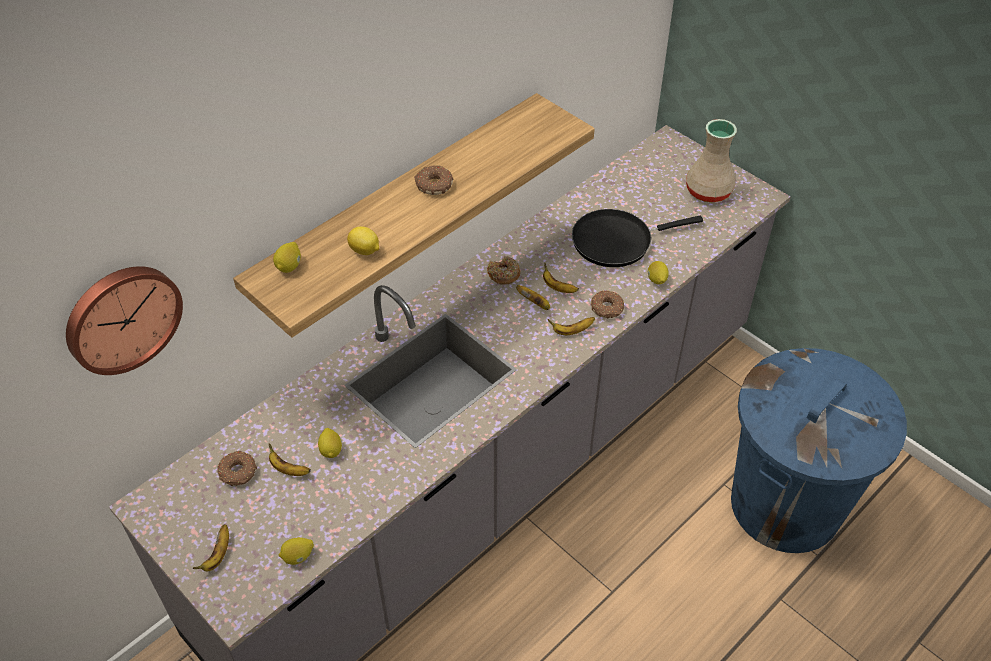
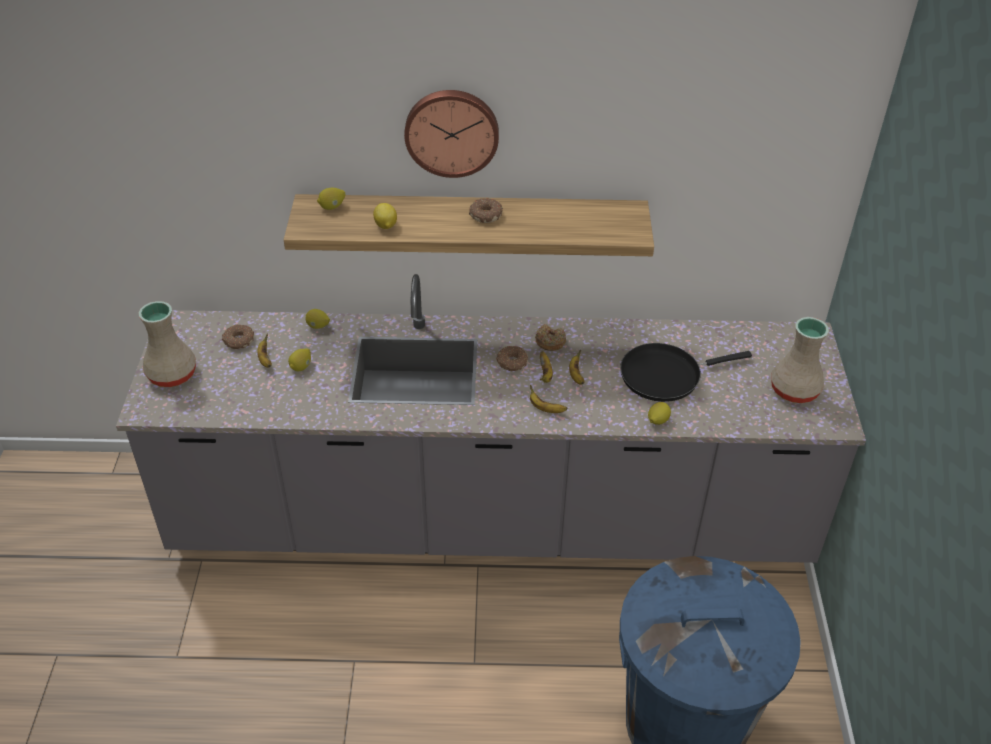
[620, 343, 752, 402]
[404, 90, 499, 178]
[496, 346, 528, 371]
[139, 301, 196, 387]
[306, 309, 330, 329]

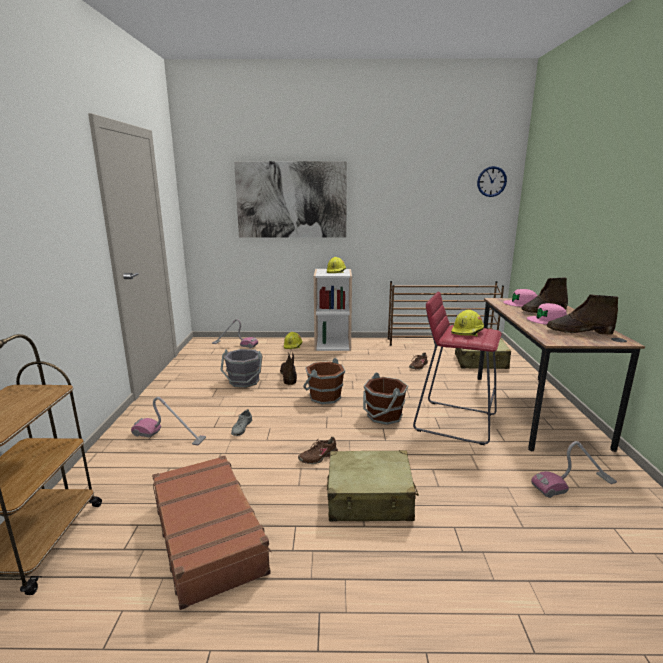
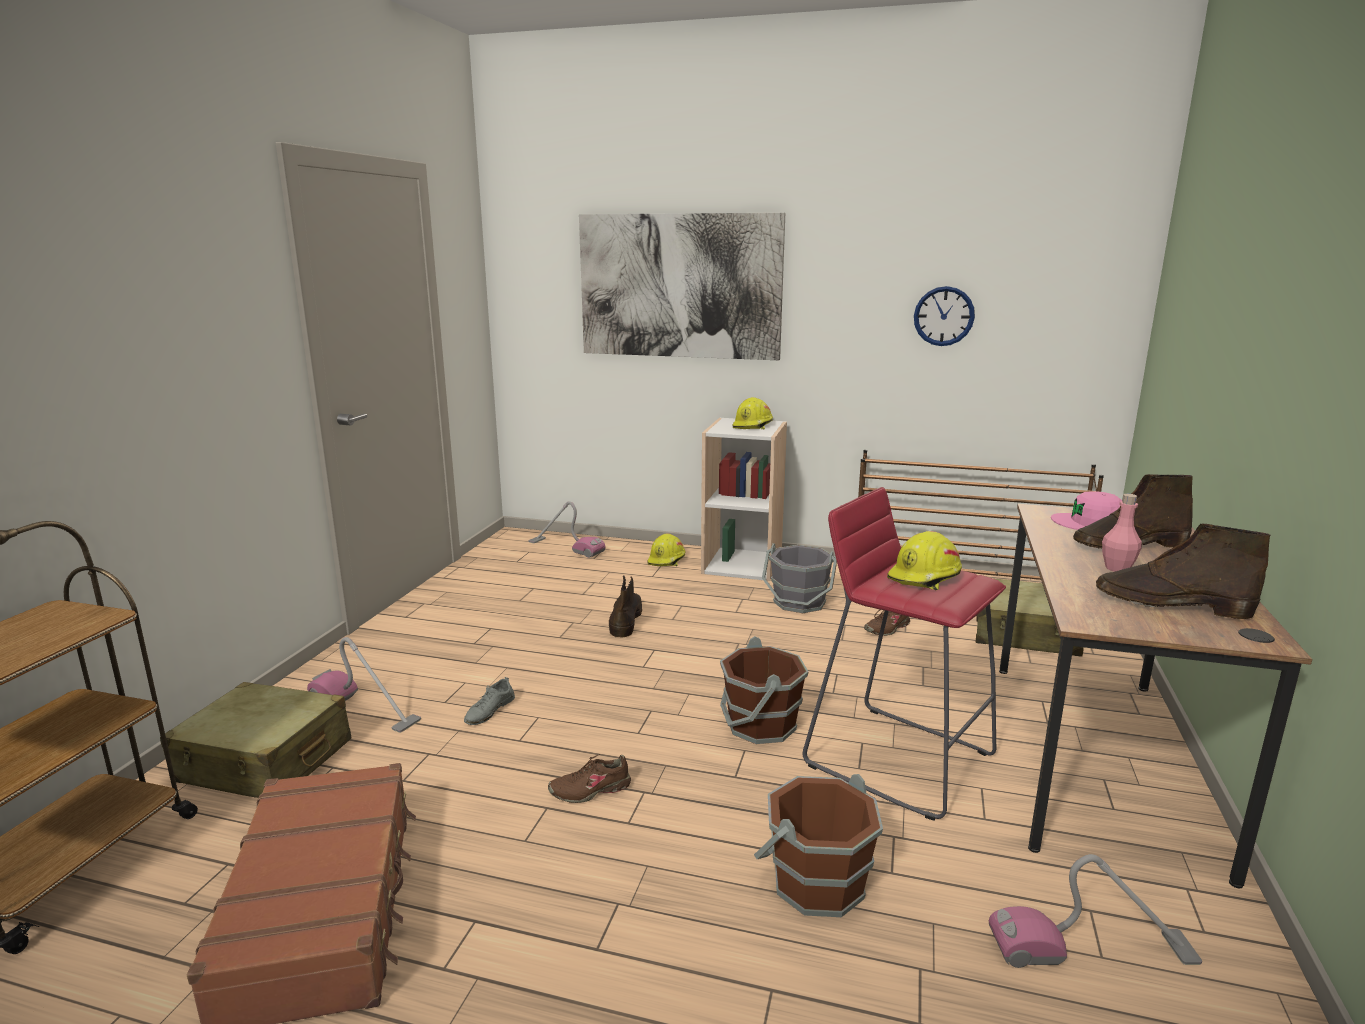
[914, 286, 975, 346]
[1102, 494, 1142, 572]
[762, 543, 837, 613]
[754, 774, 883, 917]
[160, 682, 351, 798]

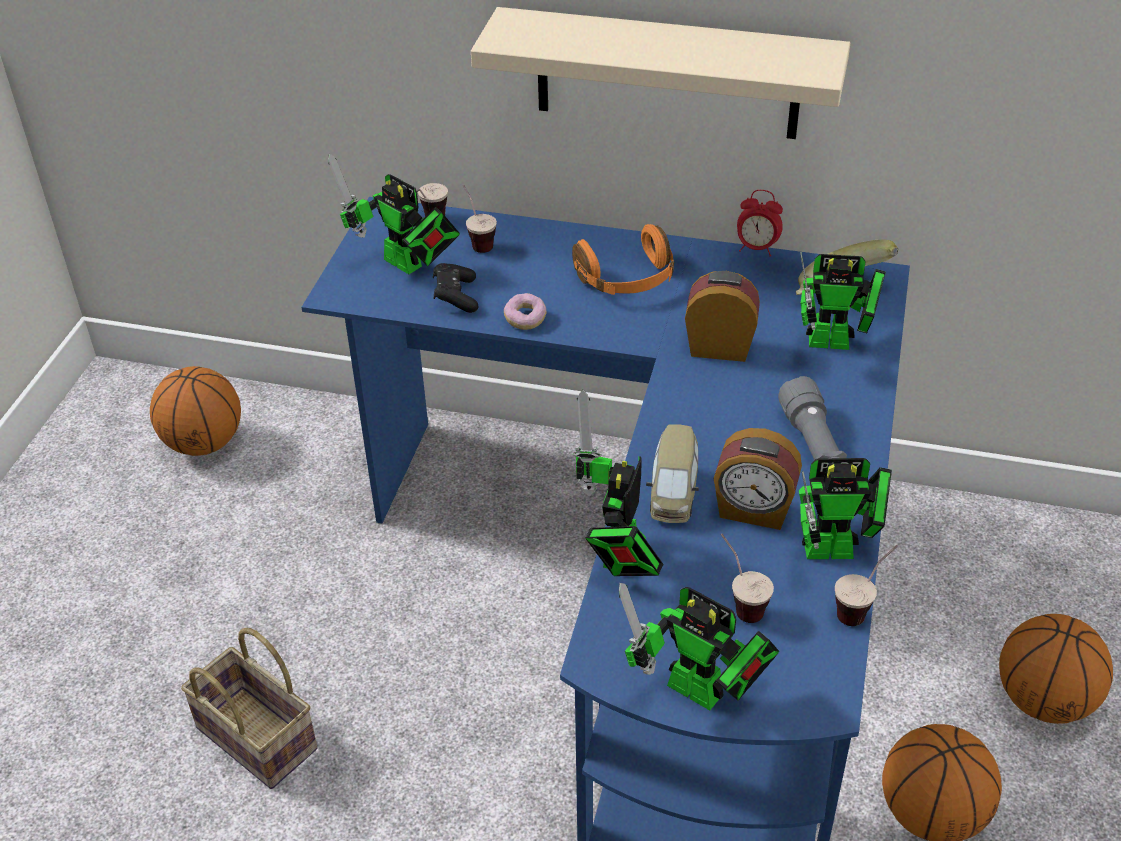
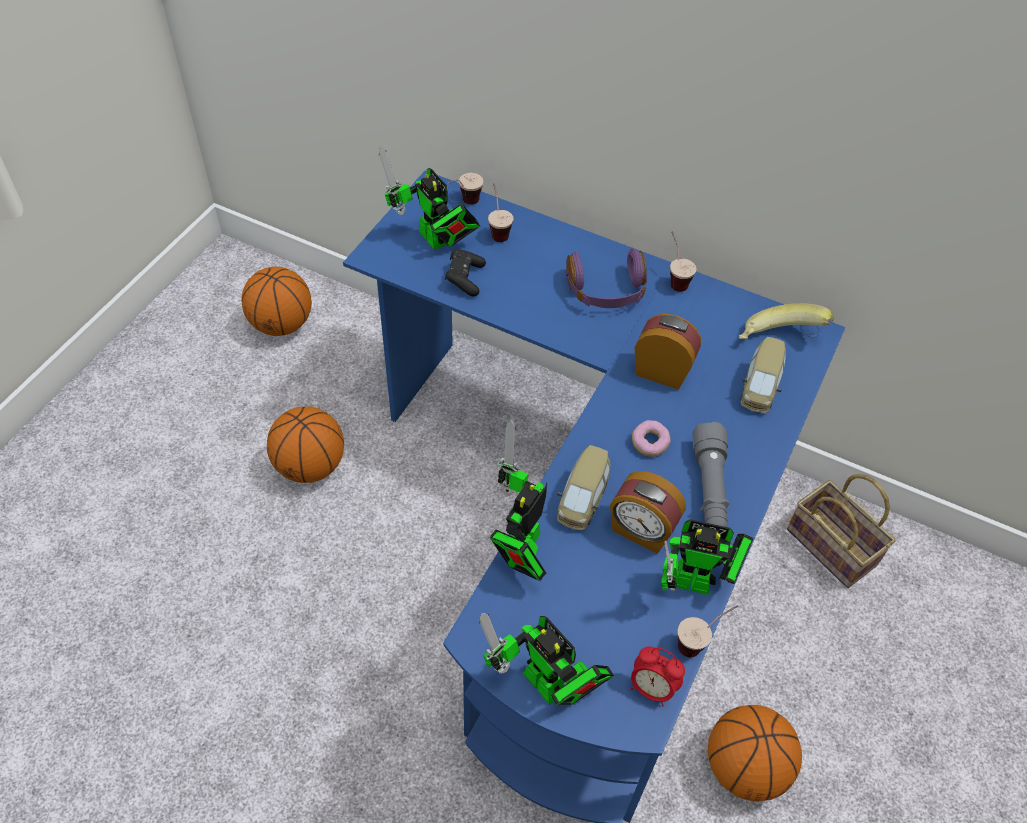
[471, 7, 850, 139] (first image)
[631, 647, 685, 707]
[566, 248, 647, 308]
[740, 337, 786, 413]
[632, 420, 671, 457]
[670, 231, 697, 292]
[267, 406, 344, 483]
[787, 474, 895, 588]

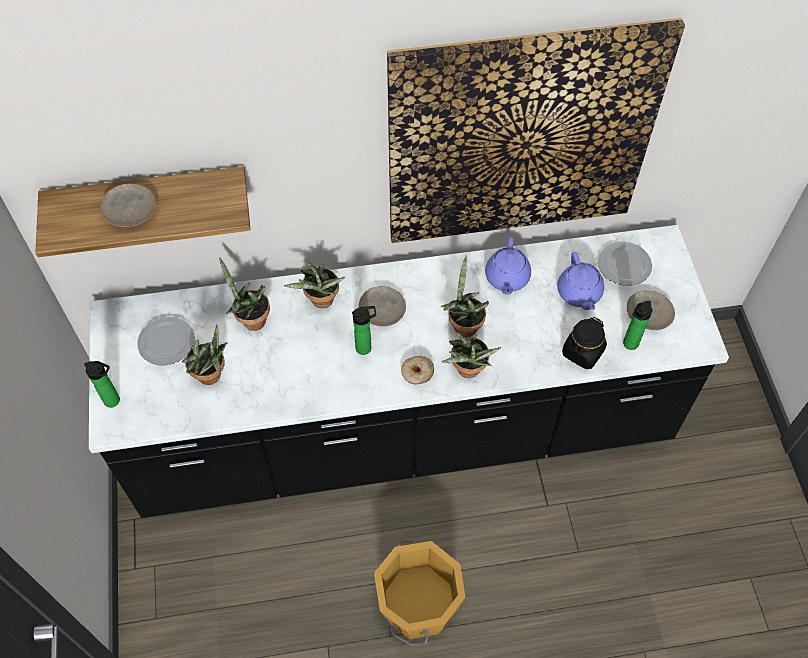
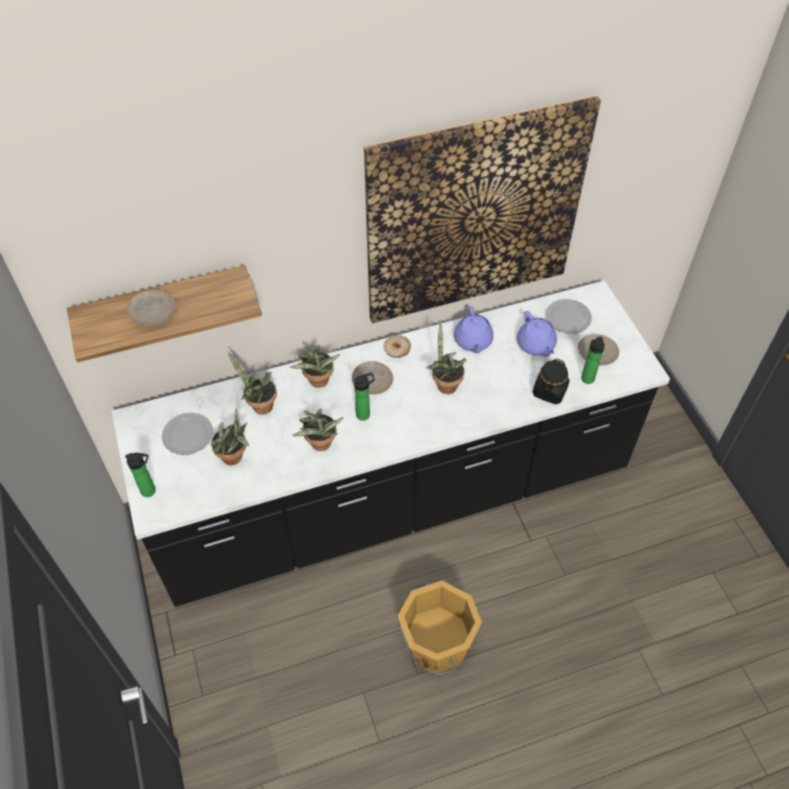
[292, 409, 344, 451]
[384, 335, 411, 358]

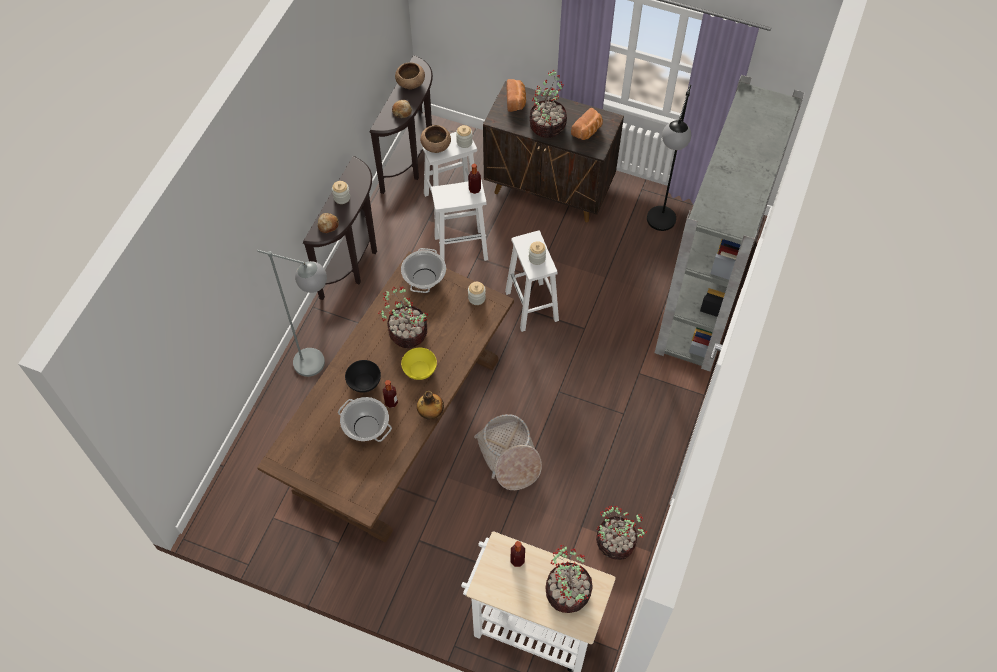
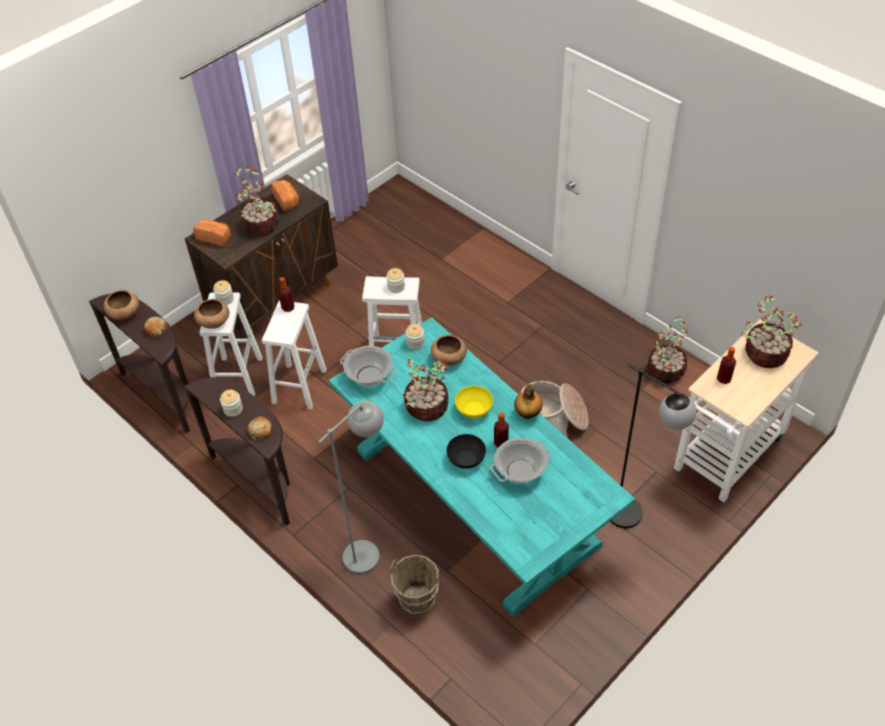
[655, 75, 805, 372] (first image)
[610, 364, 697, 528]
[329, 317, 635, 617]
[431, 335, 467, 366]
[390, 555, 439, 615]

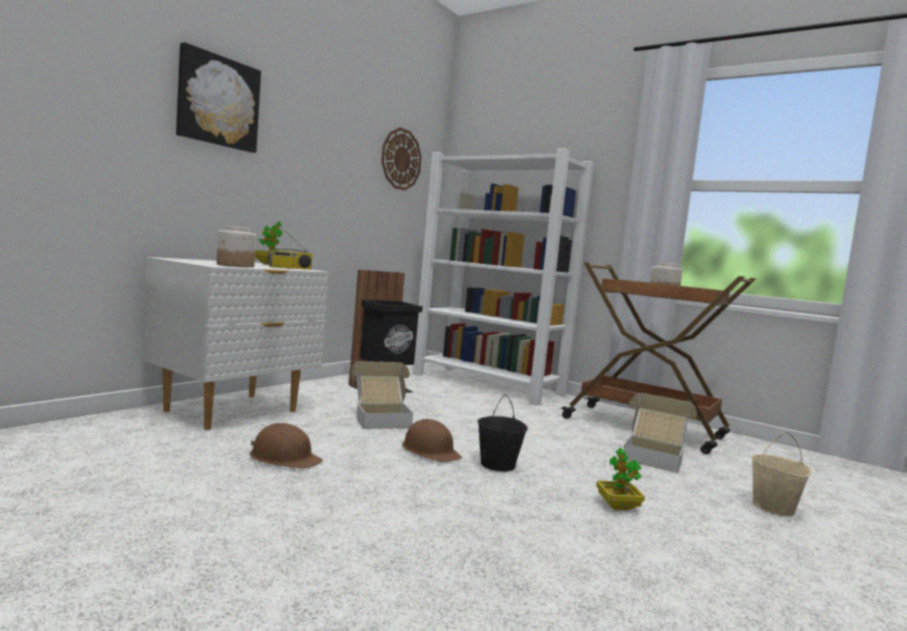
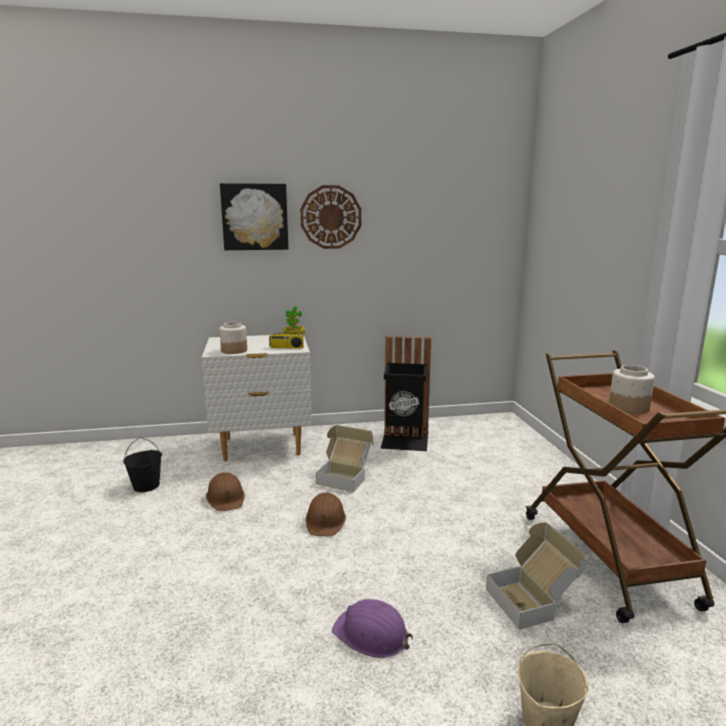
[300, 185, 361, 249]
[412, 148, 594, 405] (first image)
[123, 437, 162, 492]
[332, 599, 414, 658]

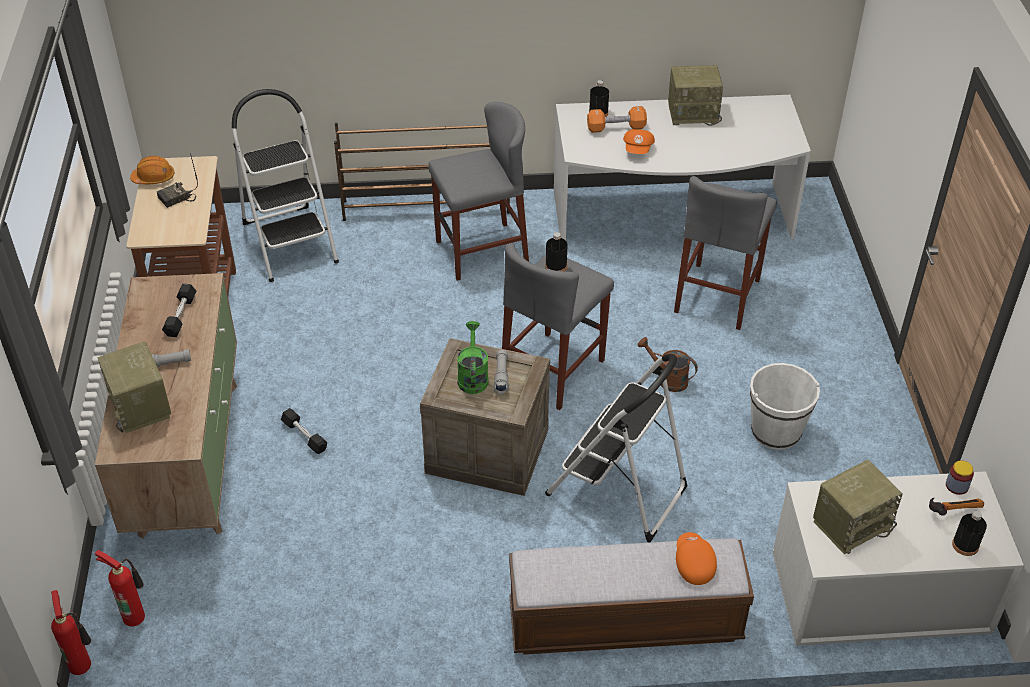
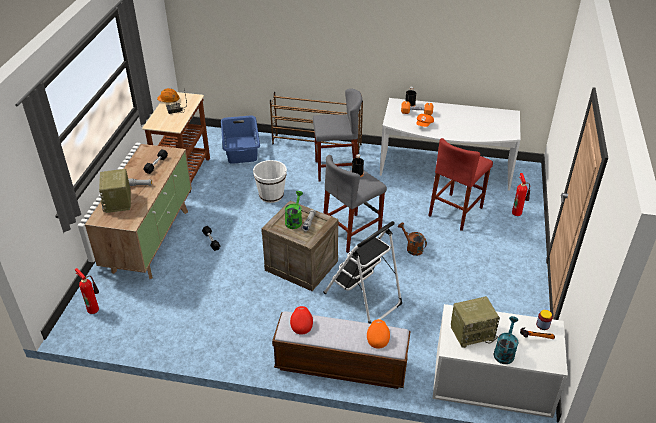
[668, 65, 723, 126] (first image)
[221, 116, 260, 164]
[428, 138, 493, 231]
[253, 160, 287, 203]
[952, 511, 987, 556] (first image)
[512, 173, 530, 216]
[290, 306, 313, 335]
[493, 316, 519, 364]

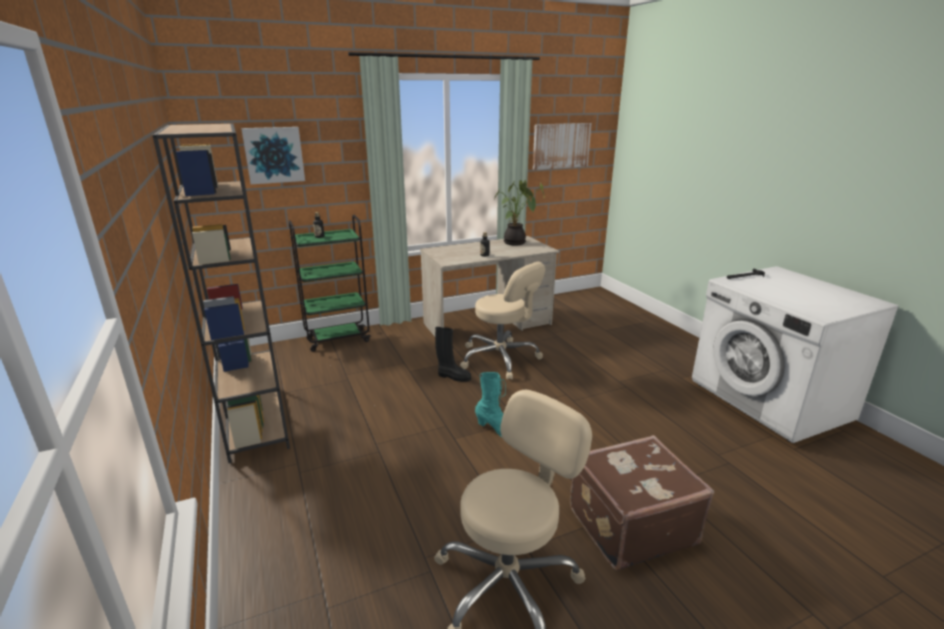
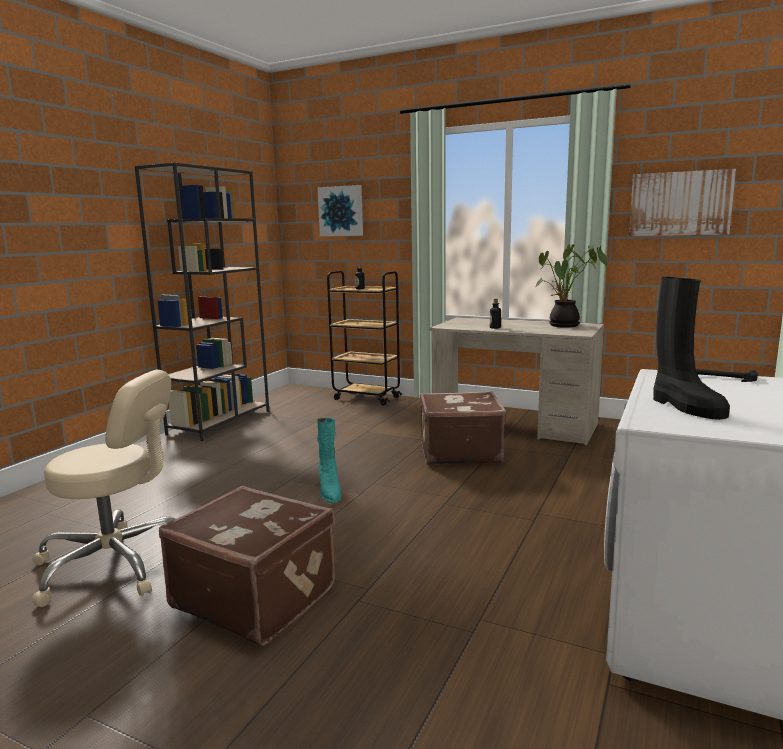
[327, 271, 402, 406]
[420, 391, 506, 465]
[653, 277, 730, 420]

